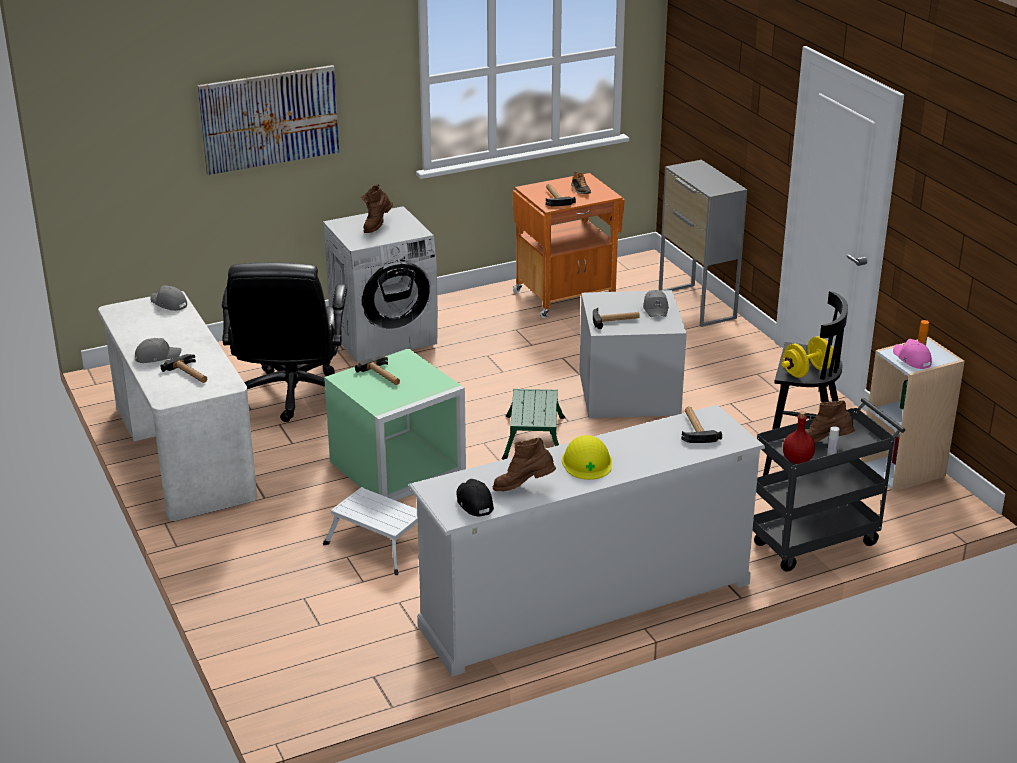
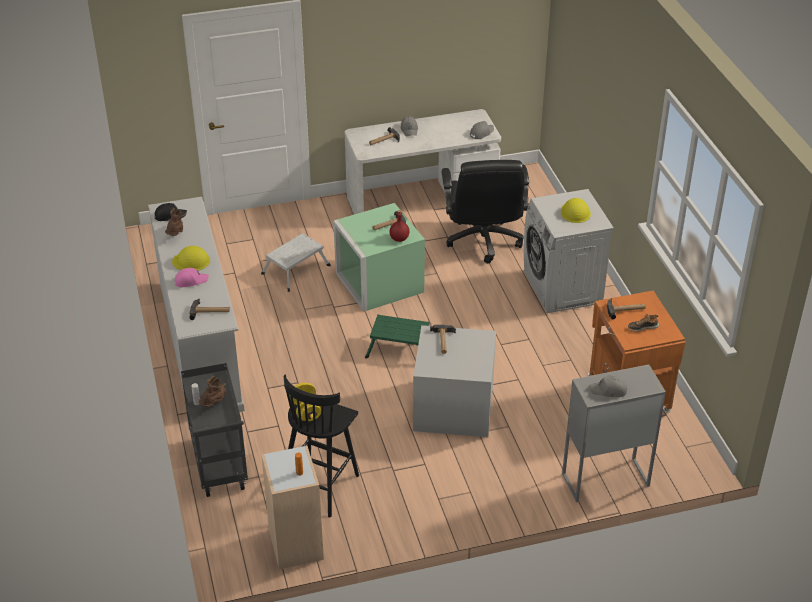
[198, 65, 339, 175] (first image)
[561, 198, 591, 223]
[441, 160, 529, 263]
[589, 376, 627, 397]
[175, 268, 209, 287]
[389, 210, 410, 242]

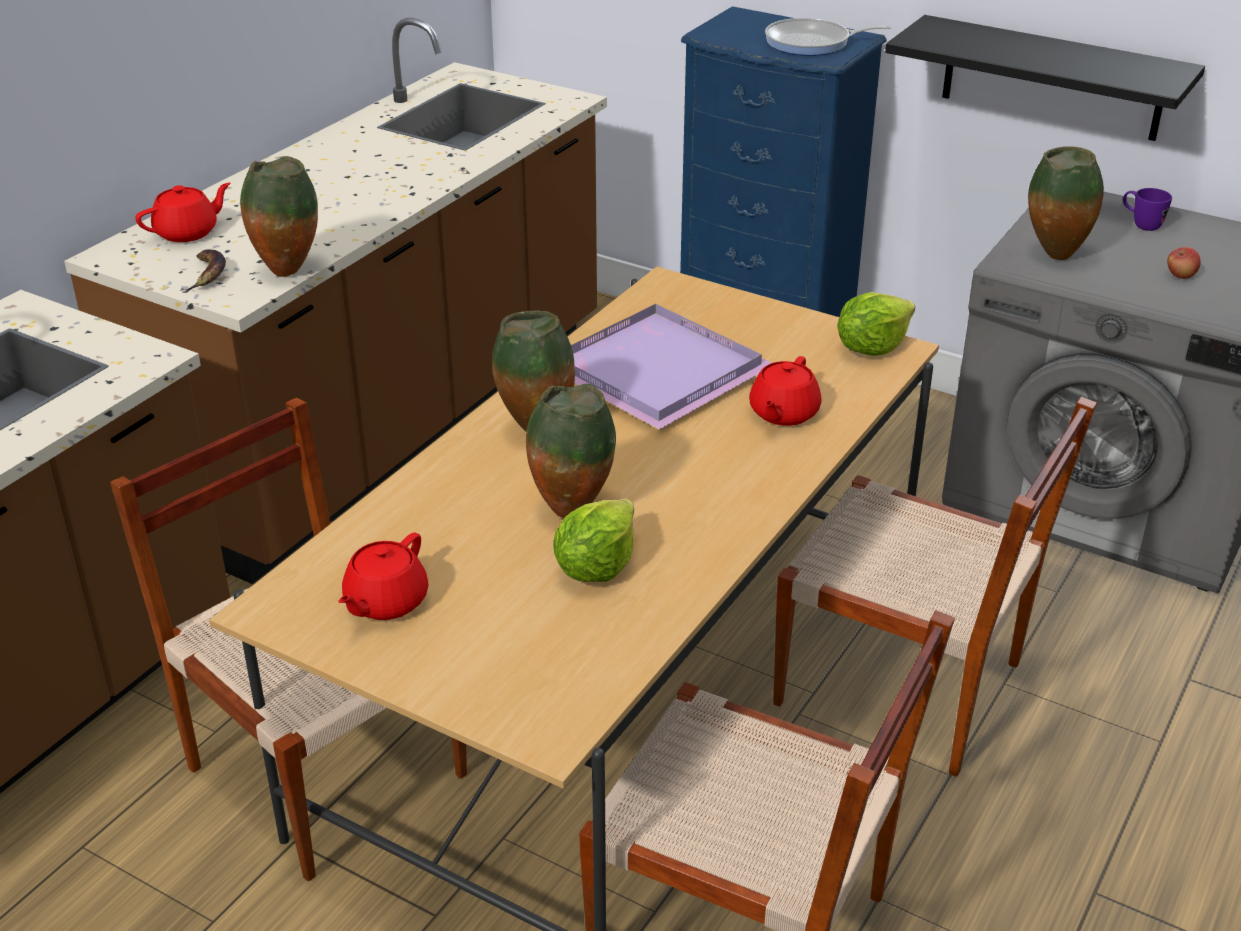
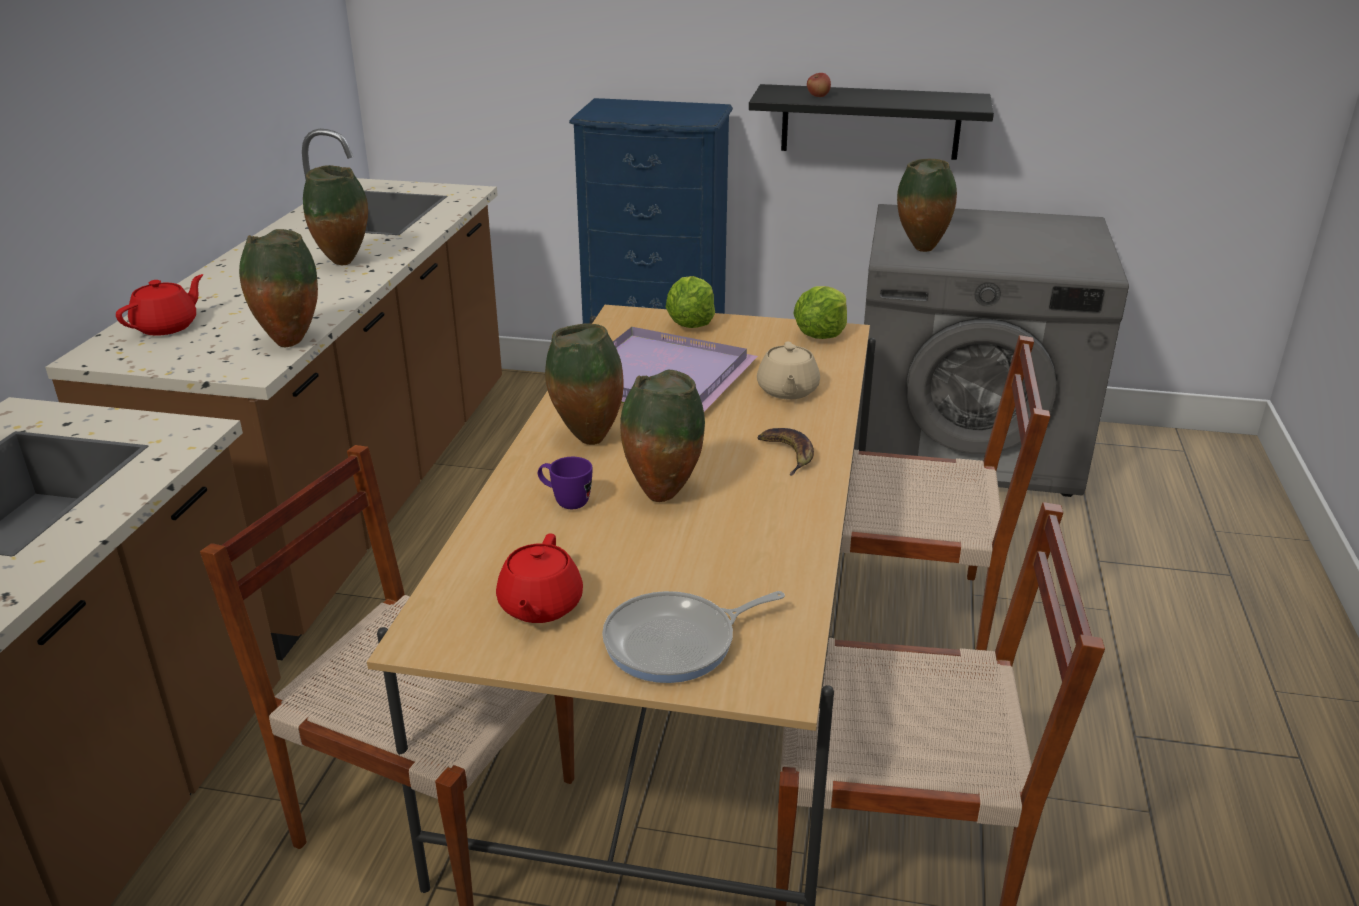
[602, 591, 785, 683]
[538, 457, 592, 509]
[807, 73, 831, 97]
[757, 428, 814, 476]
[757, 342, 820, 400]
[666, 276, 715, 328]
[303, 165, 368, 265]

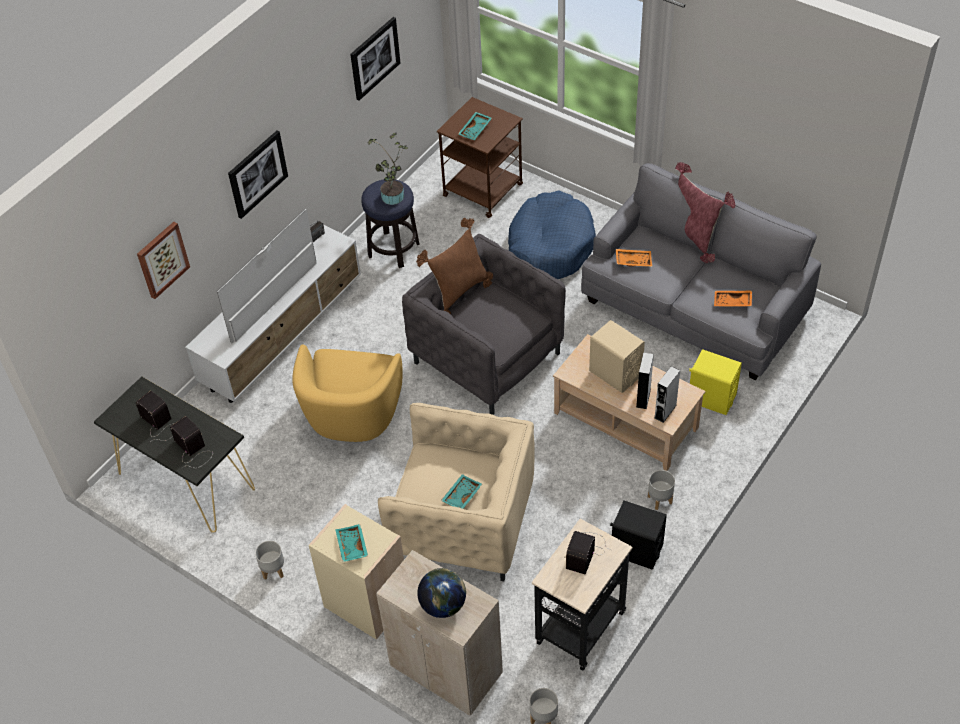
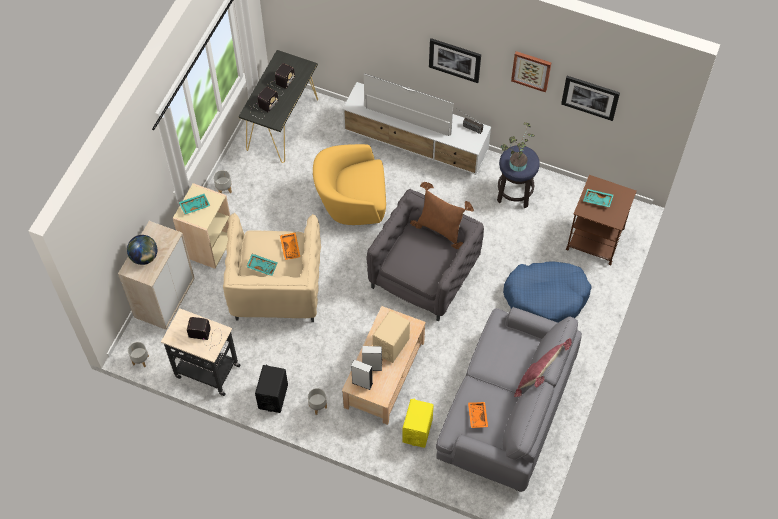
[511, 51, 552, 92]
[280, 232, 300, 260]

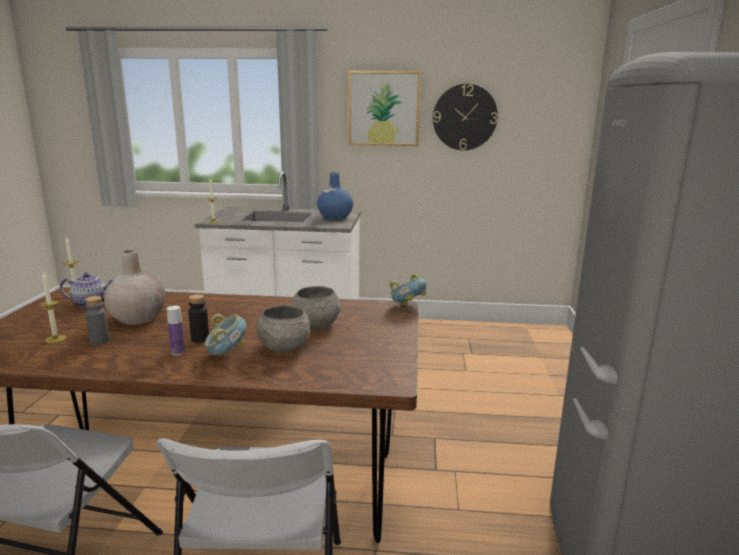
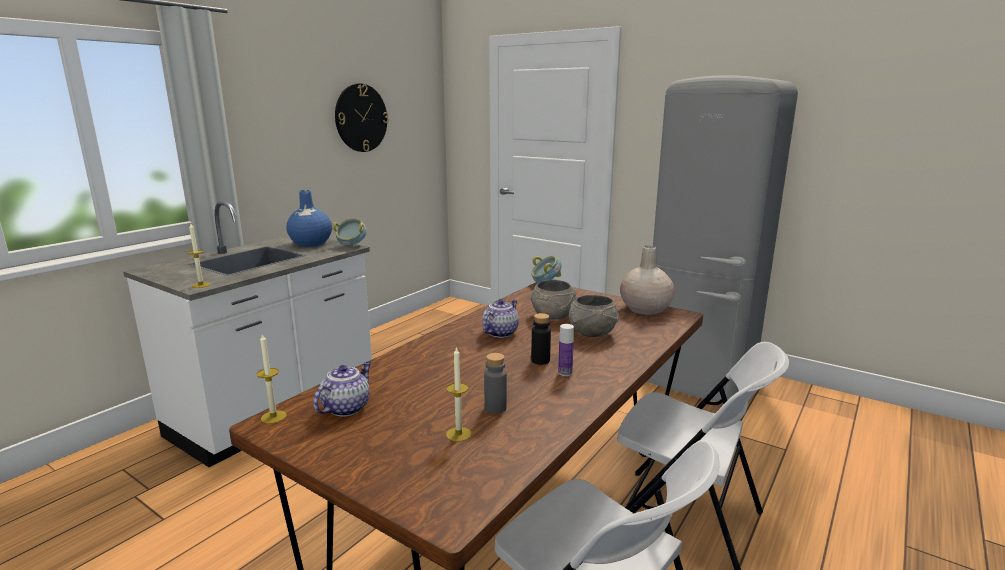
[348, 71, 421, 146] (first image)
[620, 246, 674, 315]
[332, 218, 367, 247]
[482, 299, 519, 338]

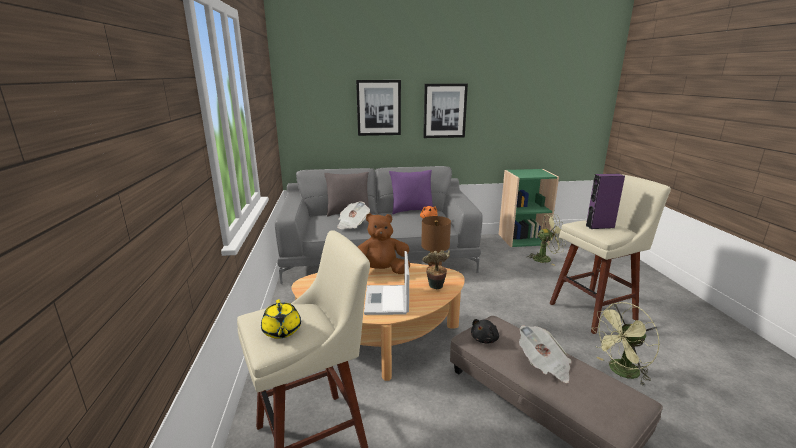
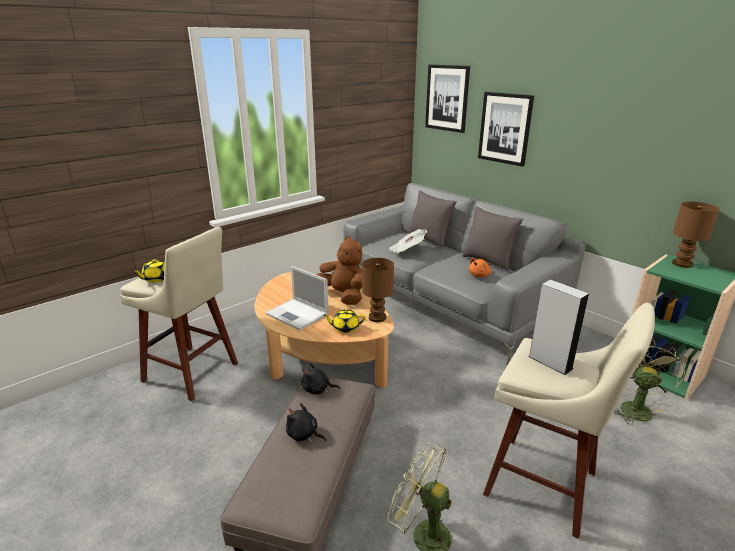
[425, 65, 470, 133]
[462, 206, 523, 271]
[529, 279, 589, 375]
[613, 339, 685, 425]
[323, 309, 366, 333]
[266, 266, 329, 331]
[286, 403, 326, 442]
[672, 201, 720, 268]

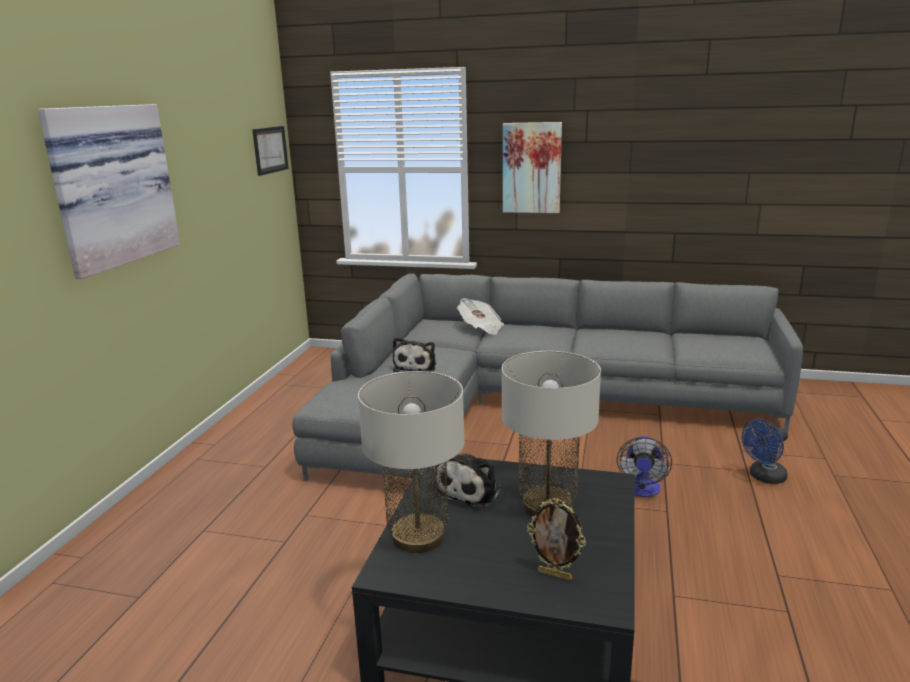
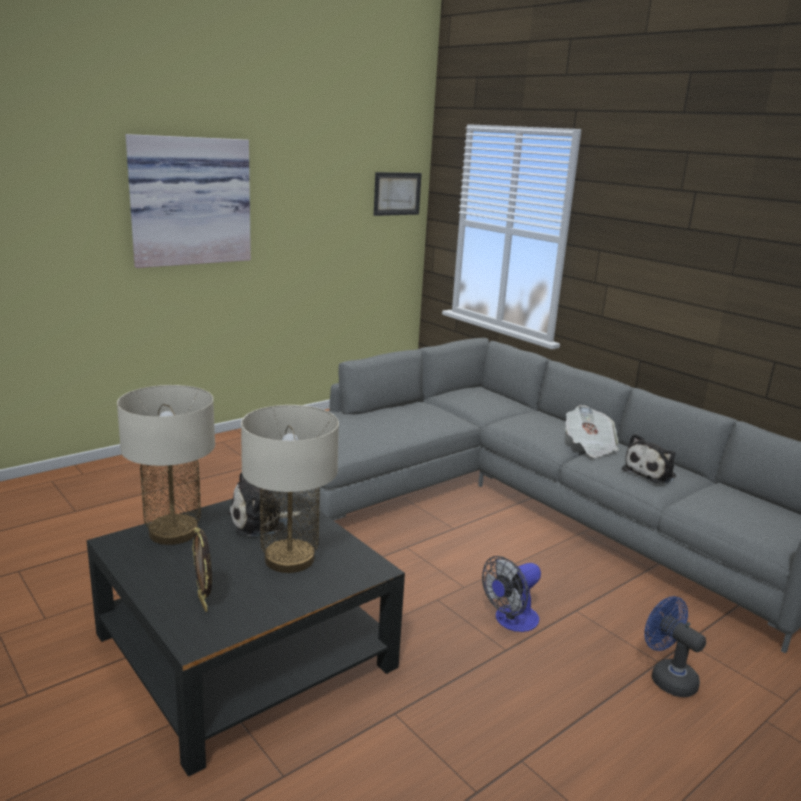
[503, 122, 562, 213] (first image)
[565, 405, 619, 458]
[622, 433, 676, 484]
[644, 596, 706, 697]

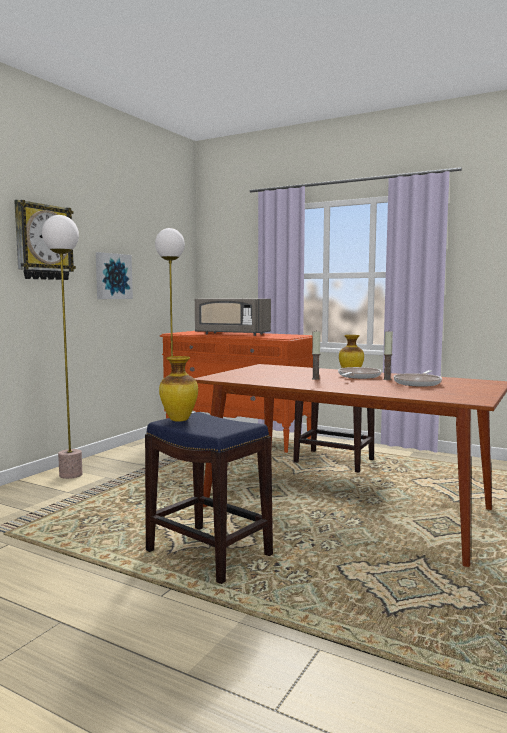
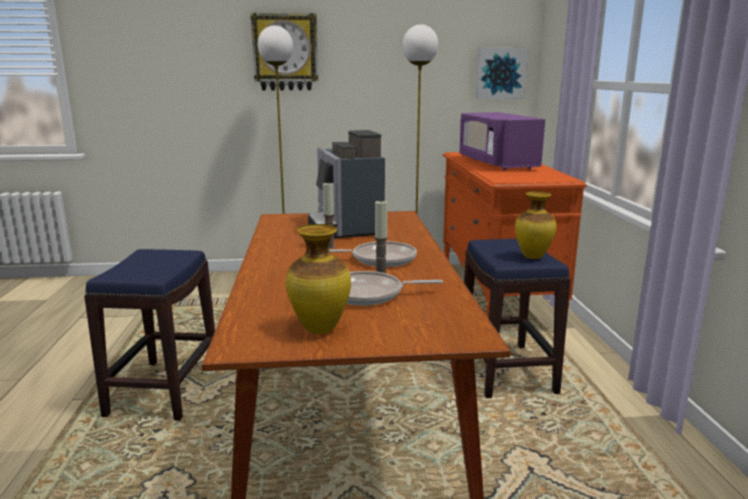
[476, 48, 528, 99]
[459, 112, 545, 170]
[286, 224, 351, 334]
[308, 130, 385, 238]

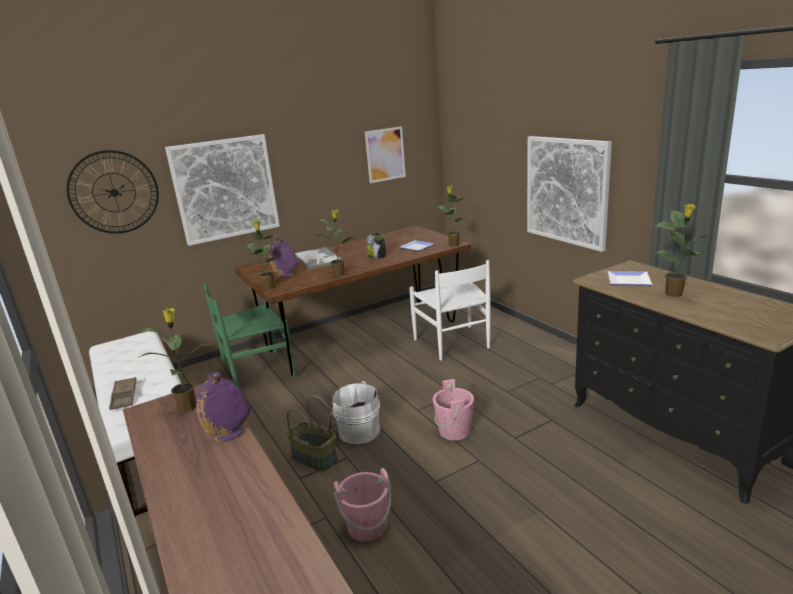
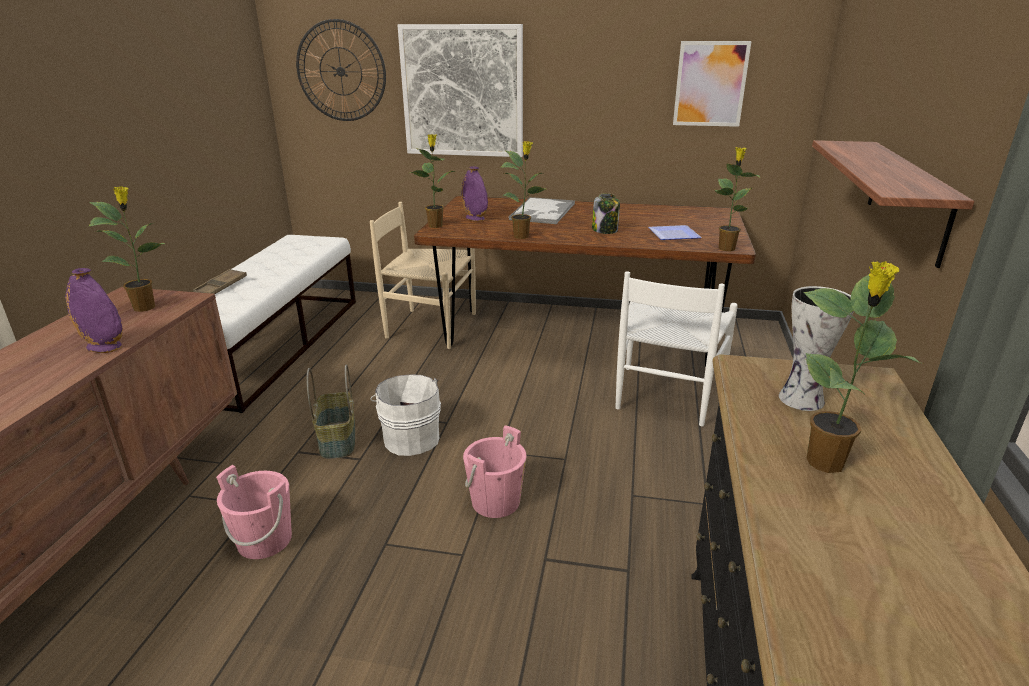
[812, 140, 974, 268]
[779, 286, 854, 411]
[370, 202, 476, 349]

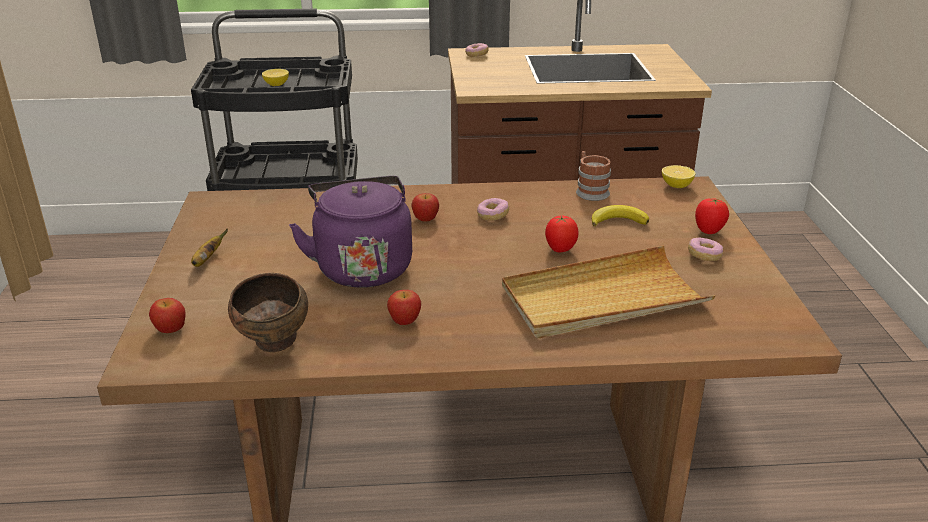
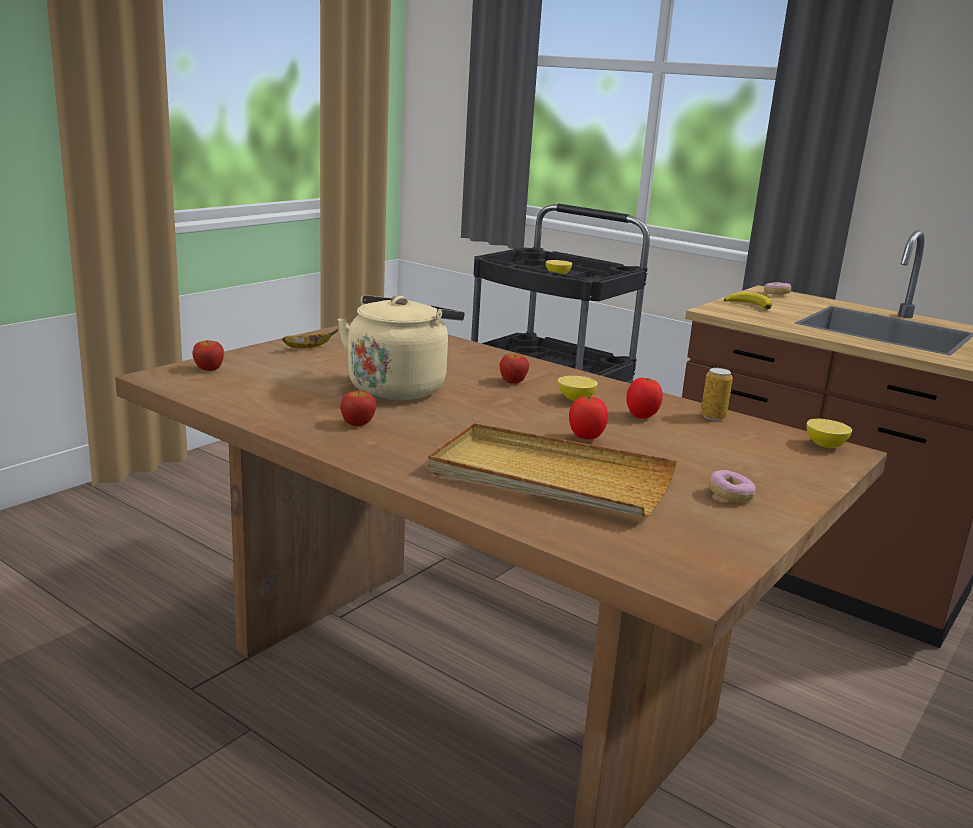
[701, 368, 733, 421]
[338, 295, 464, 400]
[558, 376, 598, 401]
[626, 378, 663, 419]
[724, 292, 772, 310]
[228, 273, 308, 352] (first image)

